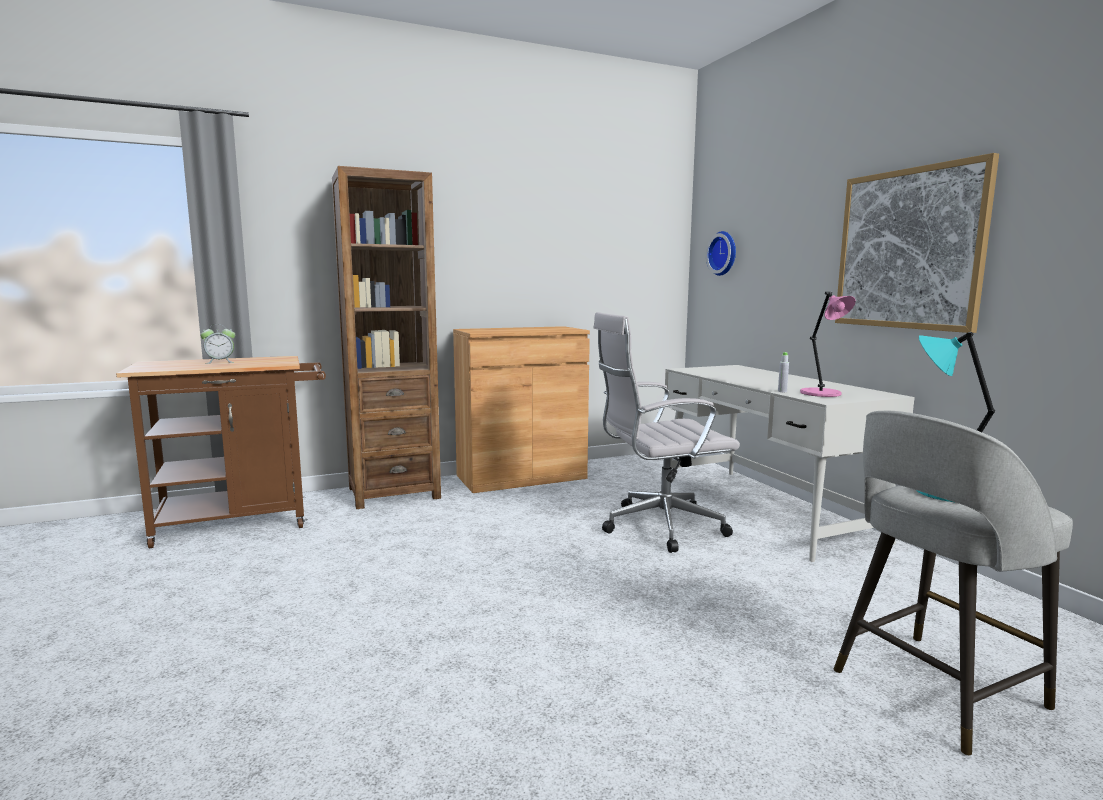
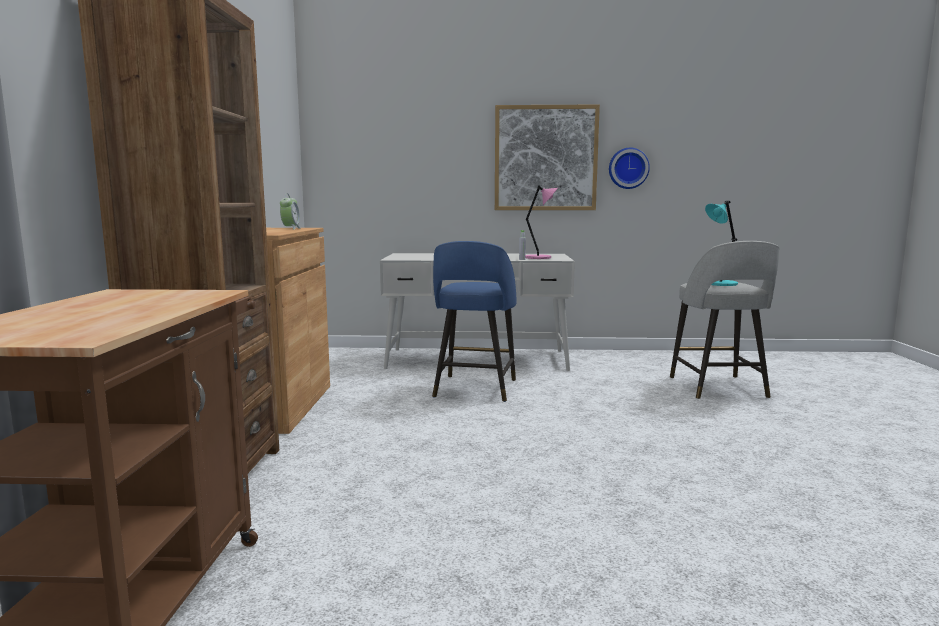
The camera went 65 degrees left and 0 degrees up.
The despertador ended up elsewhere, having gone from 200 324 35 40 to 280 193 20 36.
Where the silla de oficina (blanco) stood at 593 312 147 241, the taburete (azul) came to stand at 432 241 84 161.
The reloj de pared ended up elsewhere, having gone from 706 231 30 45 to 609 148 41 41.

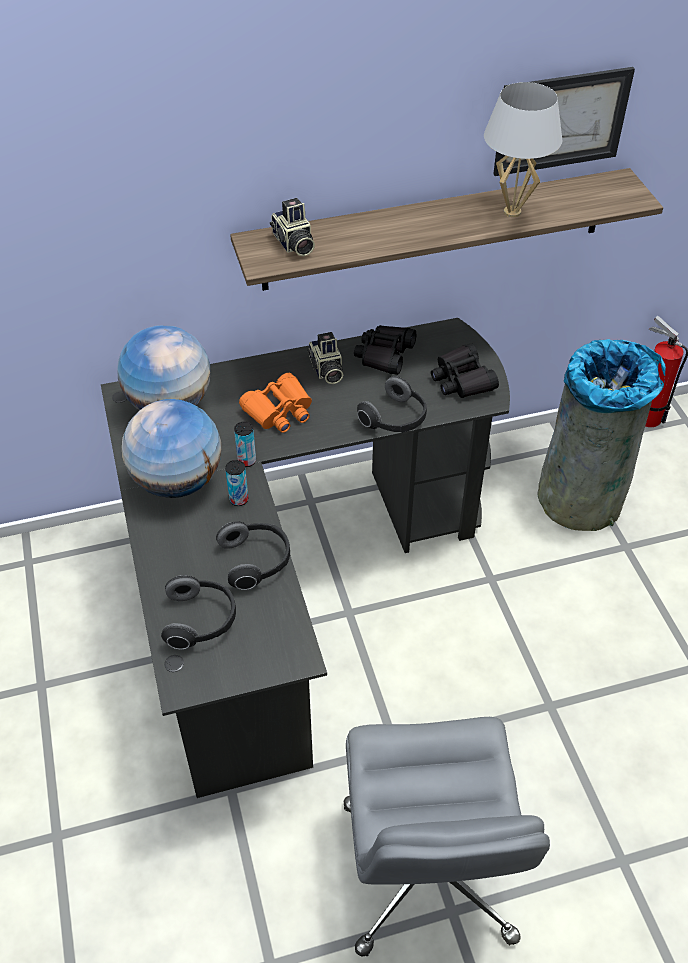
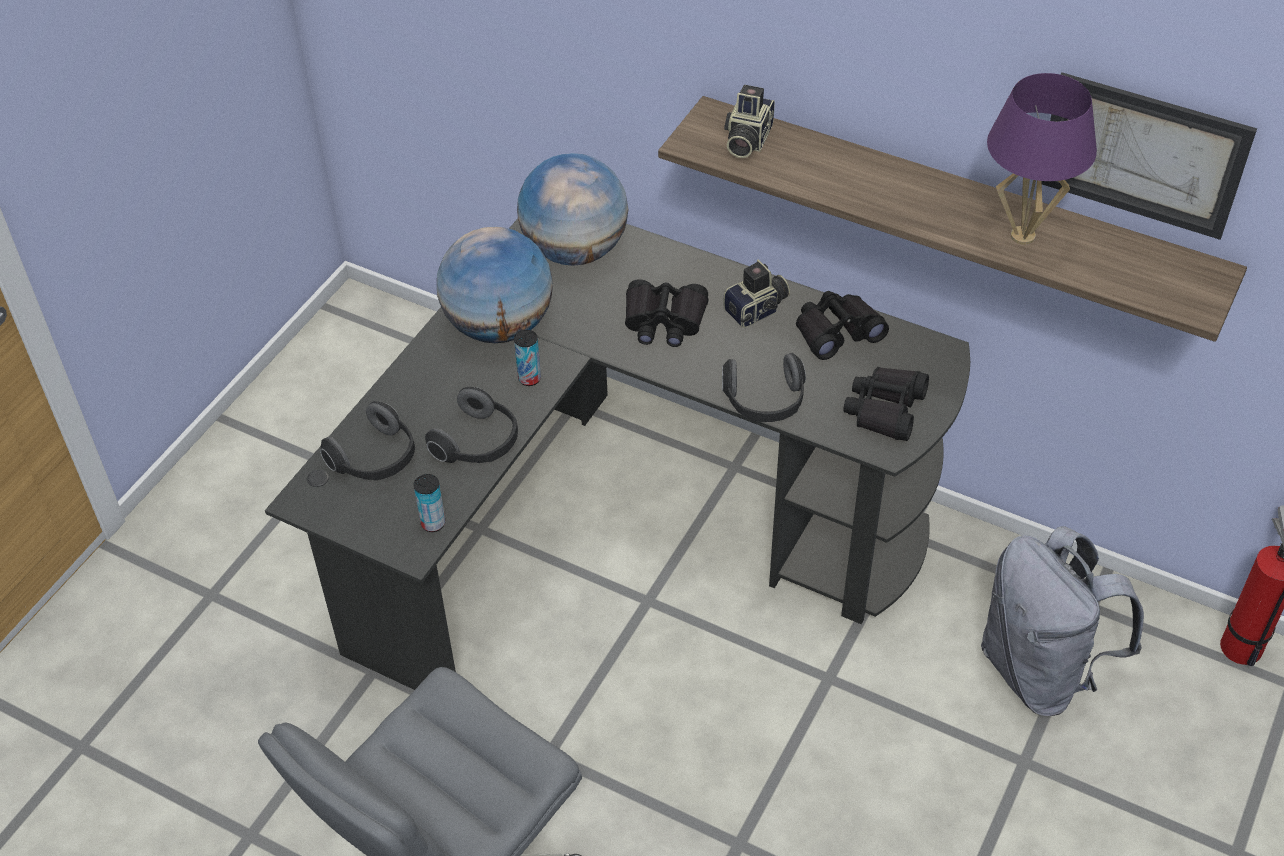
The camera went 45 degrees right and 0 degrees up.
The lata ended up elsewhere, having gone from 234 422 22 45 to 414 474 31 58.
What was the prismáticos (naranja) at 239 373 73 60 turned into the prismáticos (negro) at 625 279 84 68.
The cámara at 307 332 36 52 ended up facing another way, 150 degrees counterclockwise from before.
What was the lámpara de mesa (blanco) at 484 82 78 135 turned into the lámpara de mesa (morado) at 987 73 110 172.
Where the papelera (gris) stood at 537 339 129 192, the mochila (gris) came to stand at 981 526 163 190.

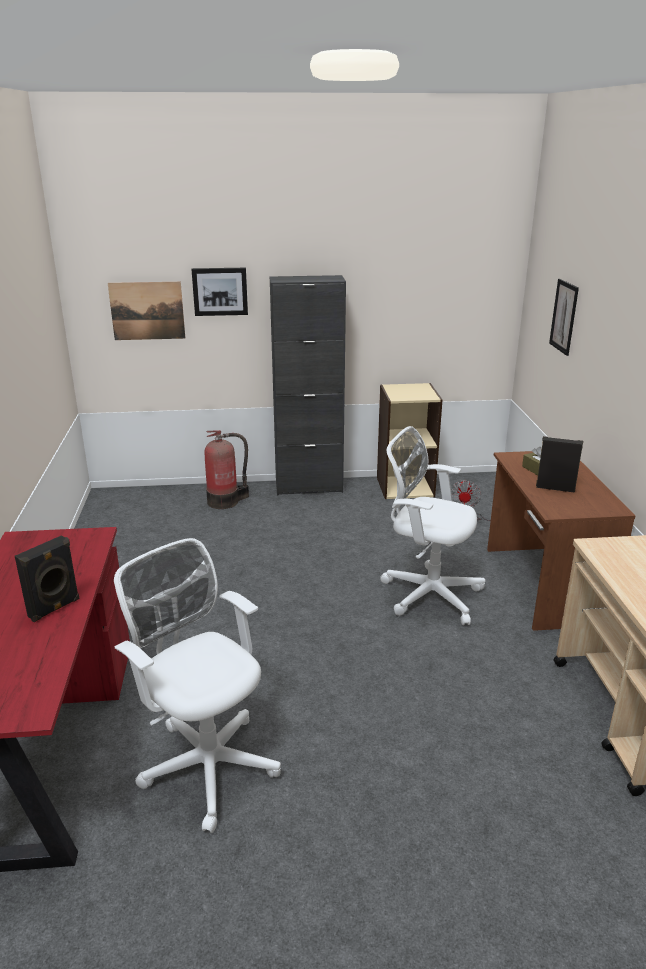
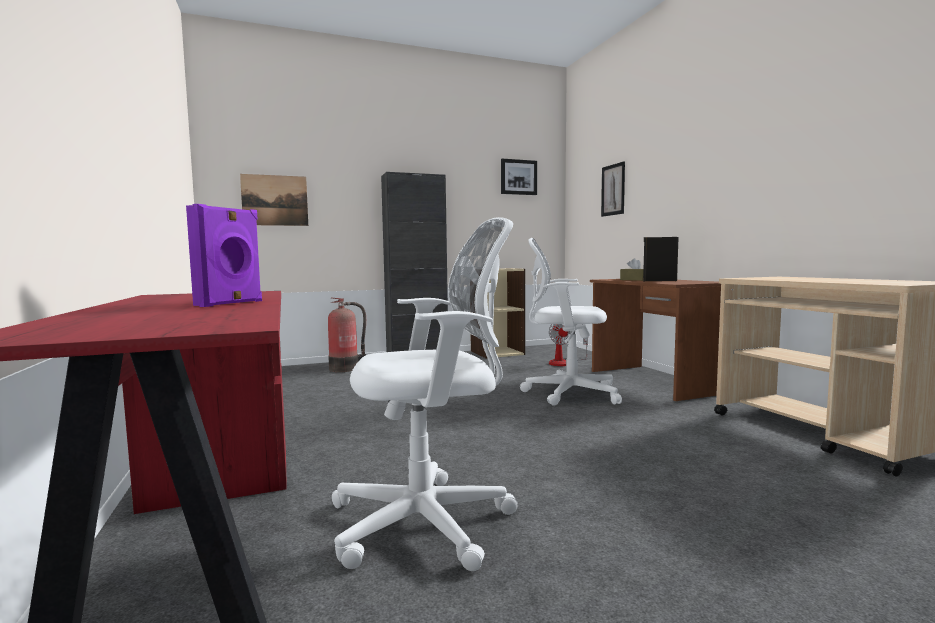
The camera went 15 degrees left and 20 degrees down.
What was the altavoz (negro) at 15 535 65 87 turned into the altavoz (morado) at 186 204 76 103.
The silla de oficina (blanco) at 114 538 167 295 ended up facing another way, 135 degrees clockwise from before.
The cuadro ended up elsewhere, having gone from 191 268 57 48 to 501 159 36 36.

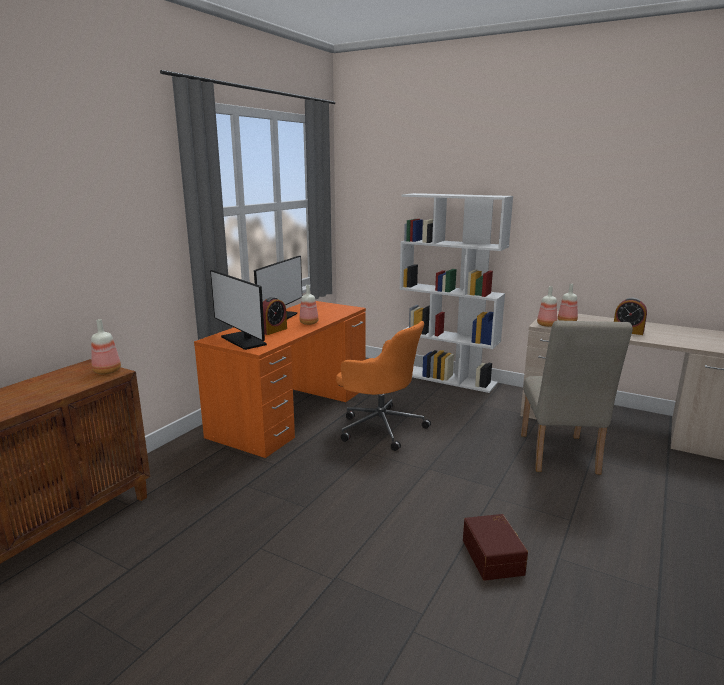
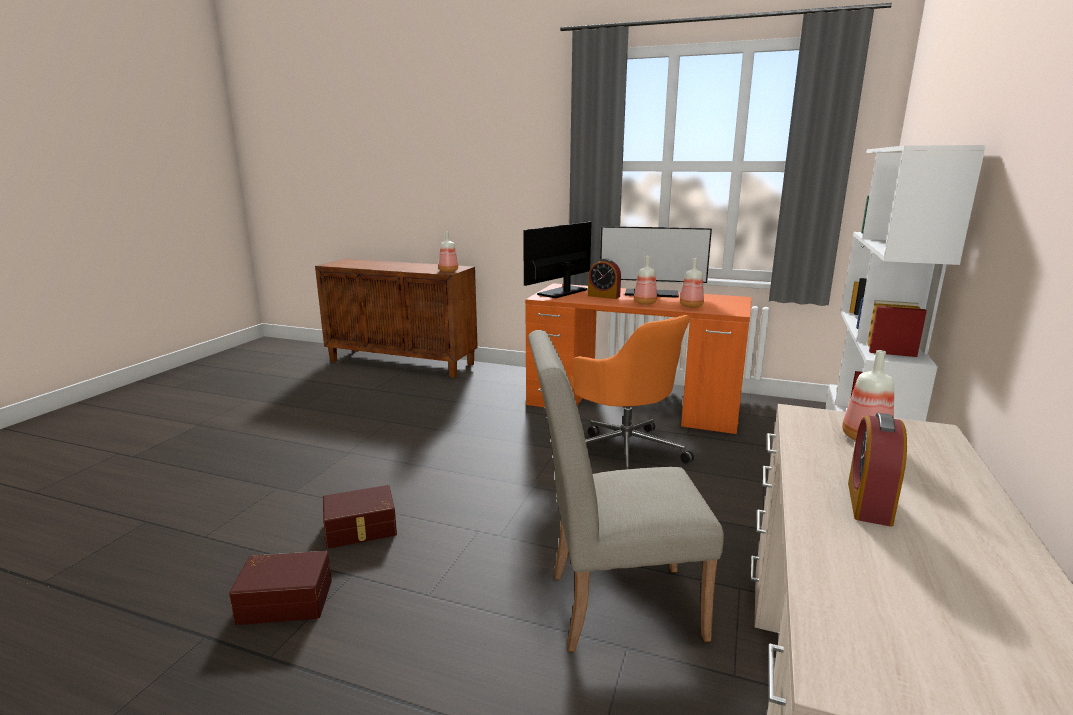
The camera went 80 degrees right and 0 degrees up.
The silla de oficina (naranja) at 336 321 95 130 ended up facing another way, 60 degrees counterclockwise from before.
The botella ended up elsewhere, having gone from 537 286 20 41 to 680 258 24 50.
The second view gained the caja de almacenaje (marrón) at 229 551 103 74.

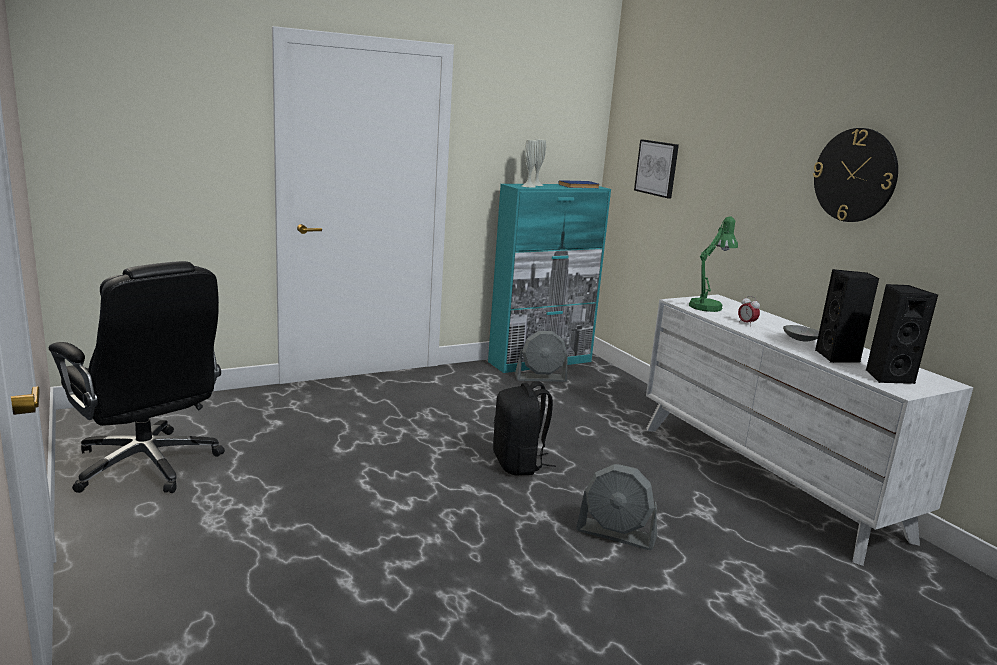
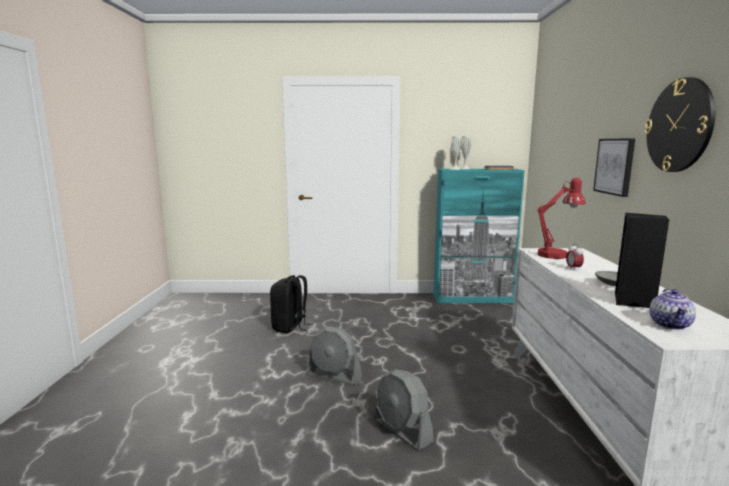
The camera went 30 degrees right and 5 degrees down.
The second view lost the silla de oficina (negro) at 49 261 176 232.
The mochila (negro) ended up elsewhere, having gone from 493 381 63 94 to 270 275 44 58.
The ventilador (gris) ended up elsewhere, having gone from 515 331 53 51 to 308 327 54 58.
The cuadro ended up elsewhere, having gone from 634 139 45 59 to 593 138 42 59.
What was the lámpara de mesa (verde) at 689 217 49 95 turned into the lámpara de mesa (rojo) at 537 178 49 81.
Where the altavoz (negro) stood at 866 284 72 100, the tetera came to stand at 649 289 47 41.

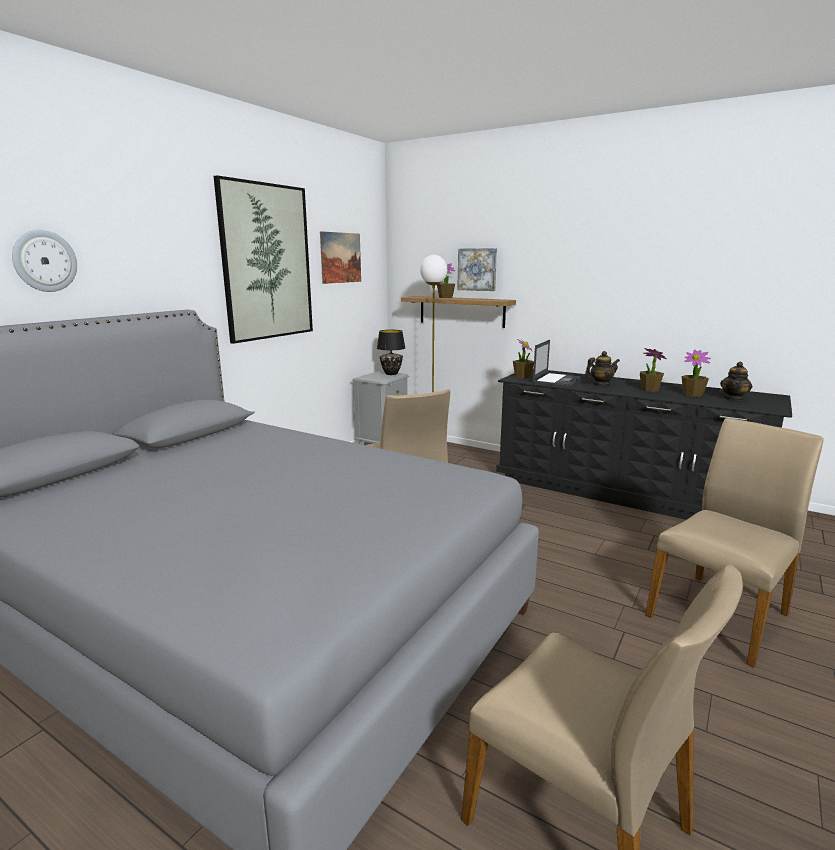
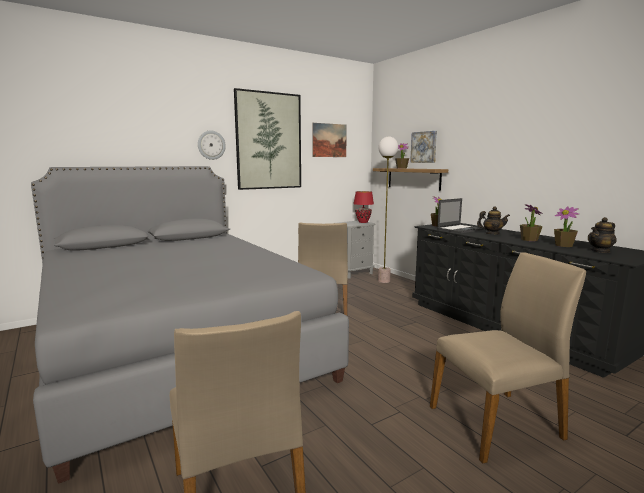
The camera went 25 degrees right and 5 degrees down.
The reloj de pared ended up elsewhere, having gone from 12 230 65 62 to 198 130 28 30.
What was the lámpara de mesa (negro) at 377 330 28 45 turned into the lámpara de mesa (rojo) at 353 191 21 32.

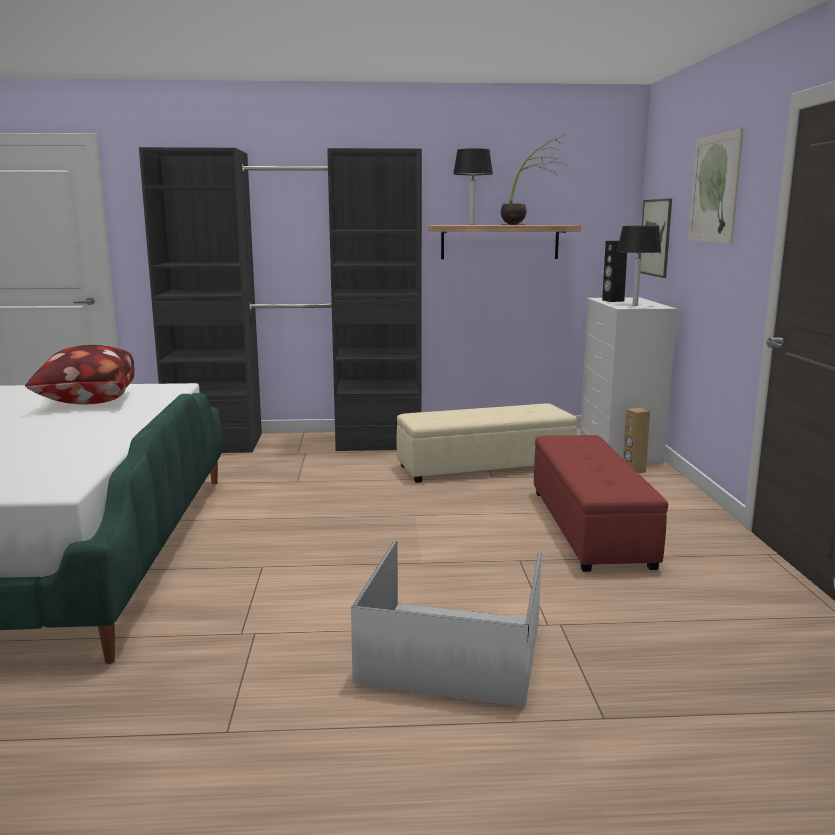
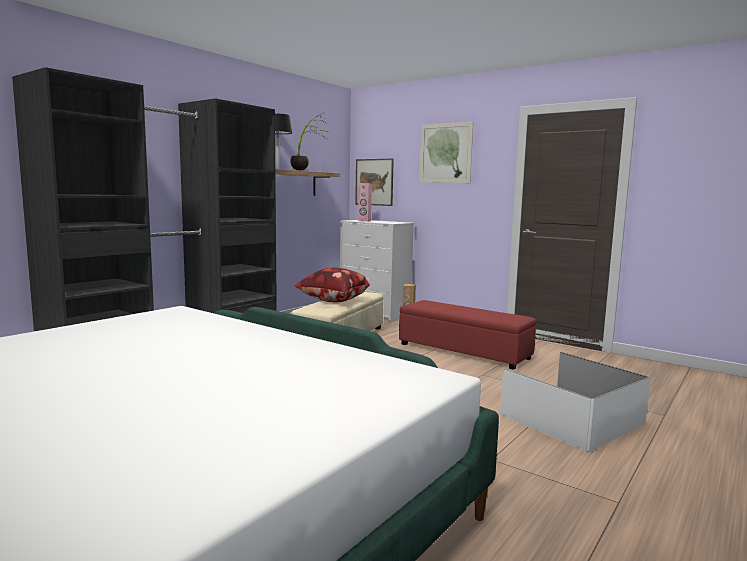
The camera went 50 degrees left and 5 degrees down.
The cojín ended up elsewhere, having gone from 25 345 110 59 to 295 268 75 34.
What was the altavoz (negro) at 602 241 25 61 turned into the altavoz (rosa) at 358 183 14 39.
The second view lost the lámpara de mesa (negro) at 617 226 44 80.

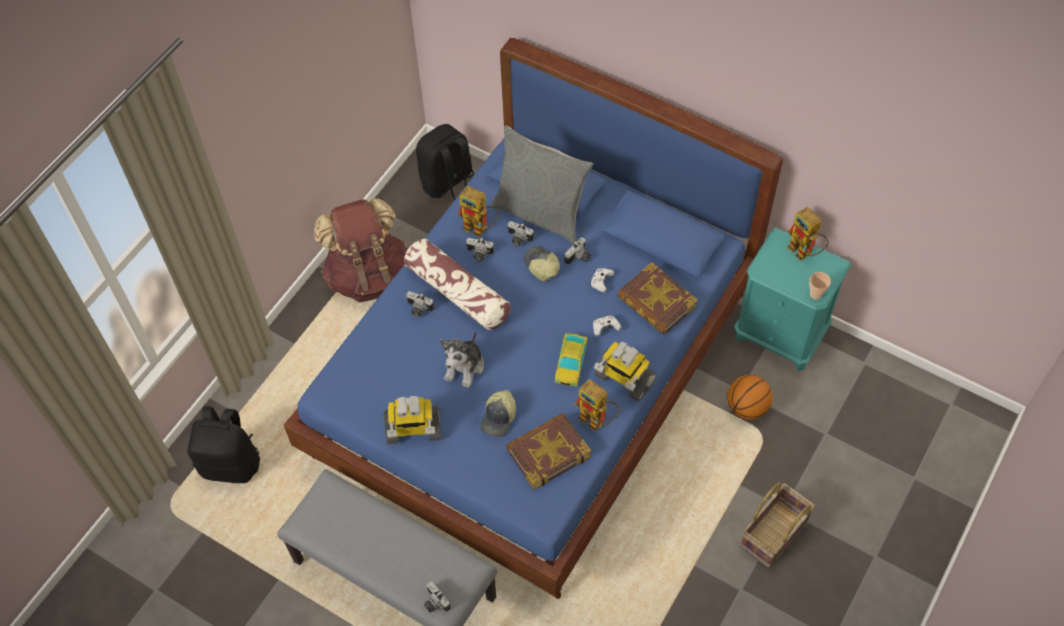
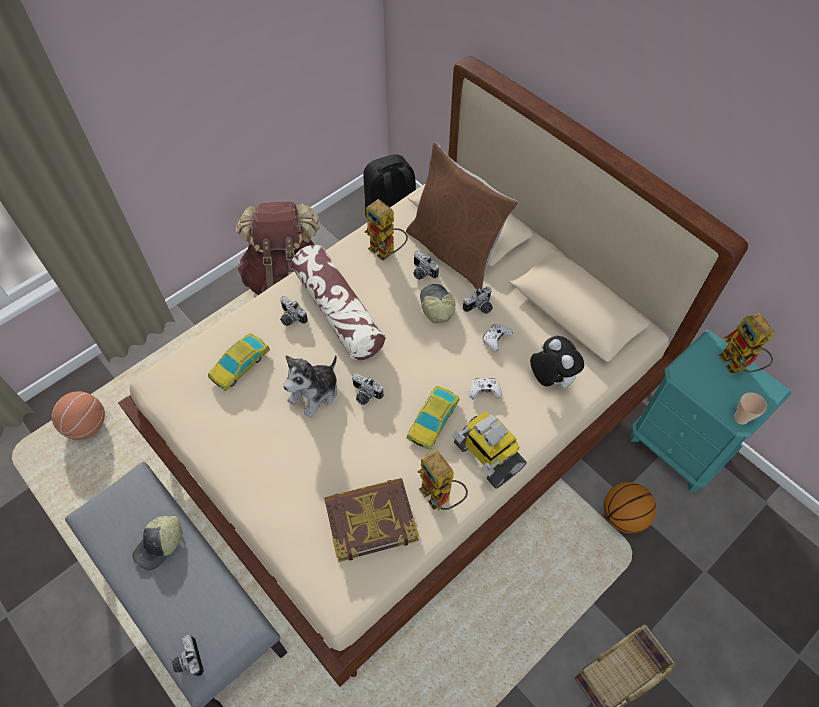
The camera went 15 degrees right and 0 degrees up.
Where the mochila (negro) stood at 187 406 73 77, the balón de baloncesto came to stand at 52 391 53 49.
What was the cama (azul) at 284 38 499 561 turned into the cama (beis) at 118 56 630 631.
The second view lost the robot de juguete at 384 396 57 48.
The cámara ended up elsewhere, having gone from 466 238 28 24 to 352 373 31 32.
The gorra ended up elsewhere, having gone from 480 390 36 47 to 132 516 51 54.
What was the cojín (gris) at 491 125 102 119 turned into the cojín (marrón) at 406 142 112 148.
Where the libro stood at 617 262 81 73, the peluche came to stand at 530 336 54 52.
The second view gained the coche de juguete at 208 333 62 58.

